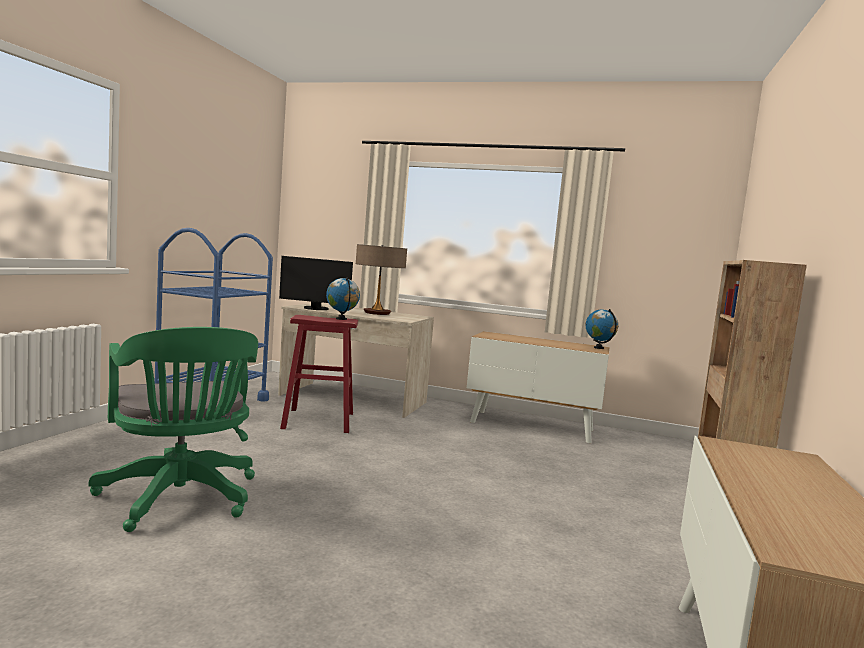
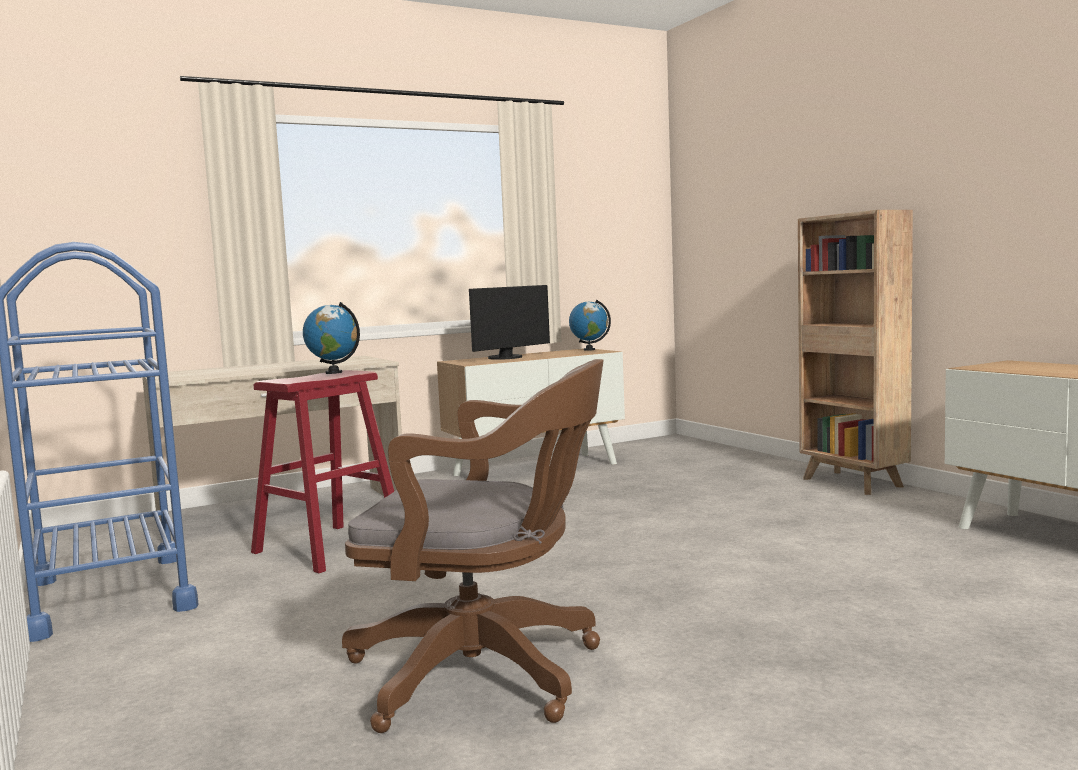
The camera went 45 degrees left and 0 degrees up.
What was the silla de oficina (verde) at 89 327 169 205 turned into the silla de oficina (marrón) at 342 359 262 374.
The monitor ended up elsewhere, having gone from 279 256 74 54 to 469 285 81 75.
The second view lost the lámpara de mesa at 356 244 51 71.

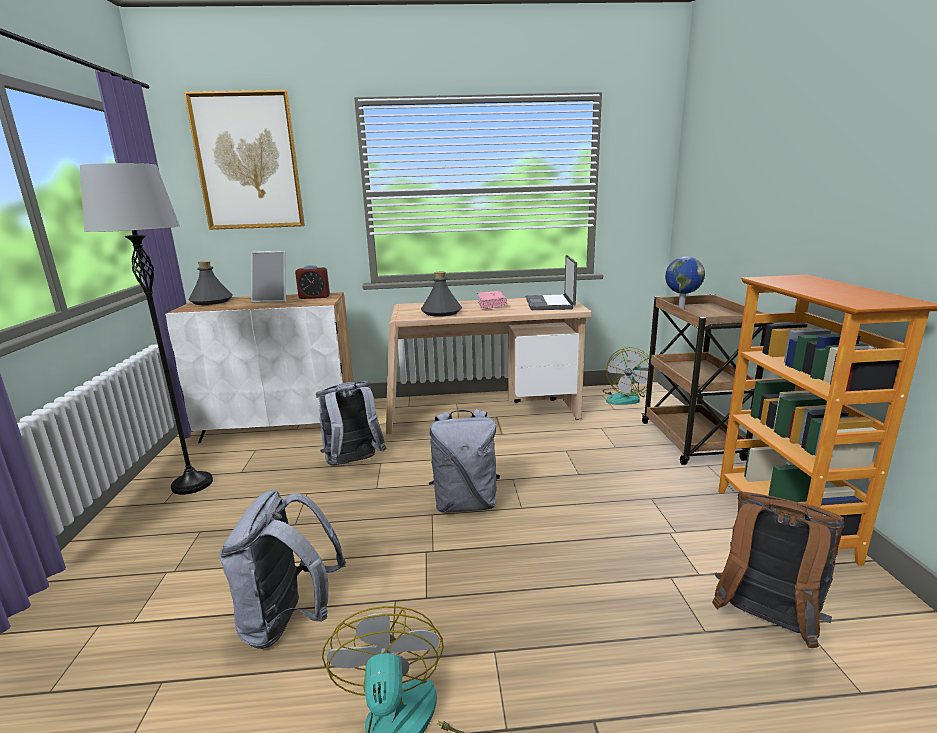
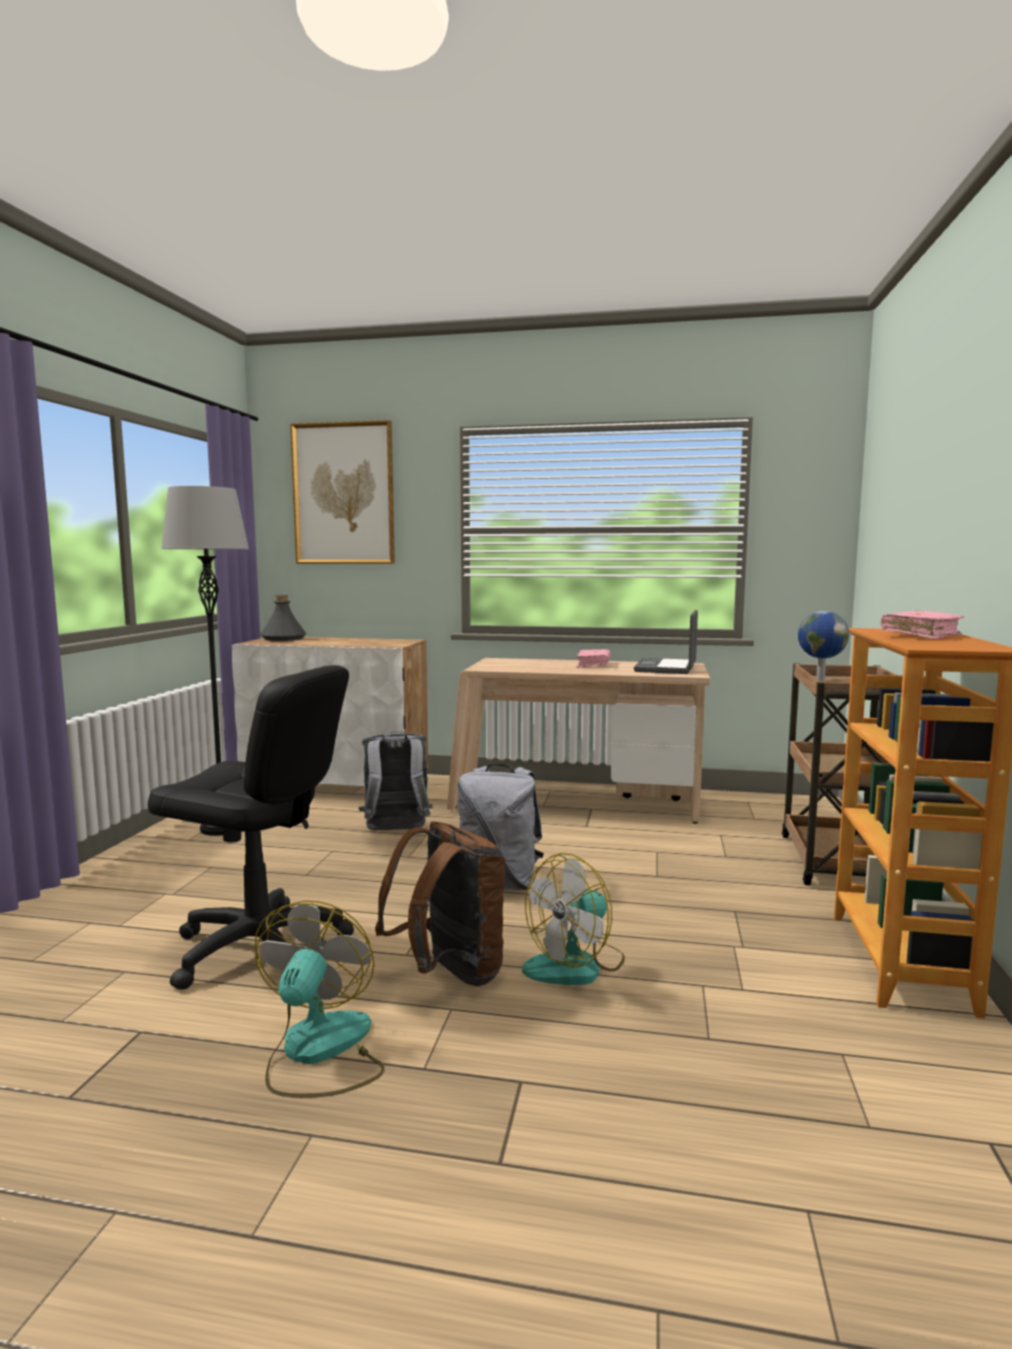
The camera went 15 degrees right and 10 degrees down.
Where the mochila (gris) stood at 220 490 126 159, the silla de oficina (negro) came to stand at 148 665 206 325.
The second view lost the portarretratos at 251 251 36 52.
The second view lost the despertador at 295 265 35 34.
The second view lost the botella (gris) at 421 272 41 45.
The ventilador ended up elsewhere, having gone from 603 347 52 58 to 522 853 103 132.
The mochila (marrón) ended up elsewhere, having gone from 712 491 133 157 to 375 821 131 165.
The second view gained the libro (rosa) at 880 611 84 28.

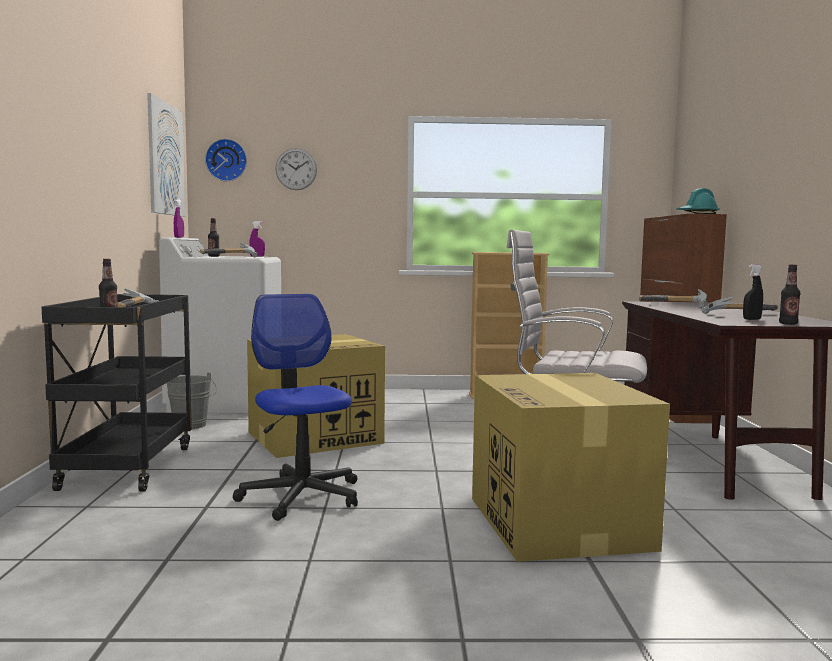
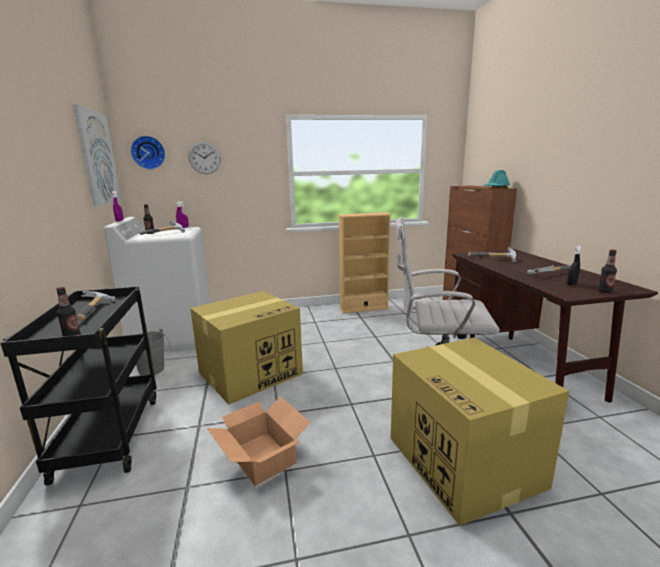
The camera went 10 degrees left and 10 degrees up.
Where the silla de oficina stood at 233 294 125 227, the caja de cartón came to stand at 207 396 103 90.

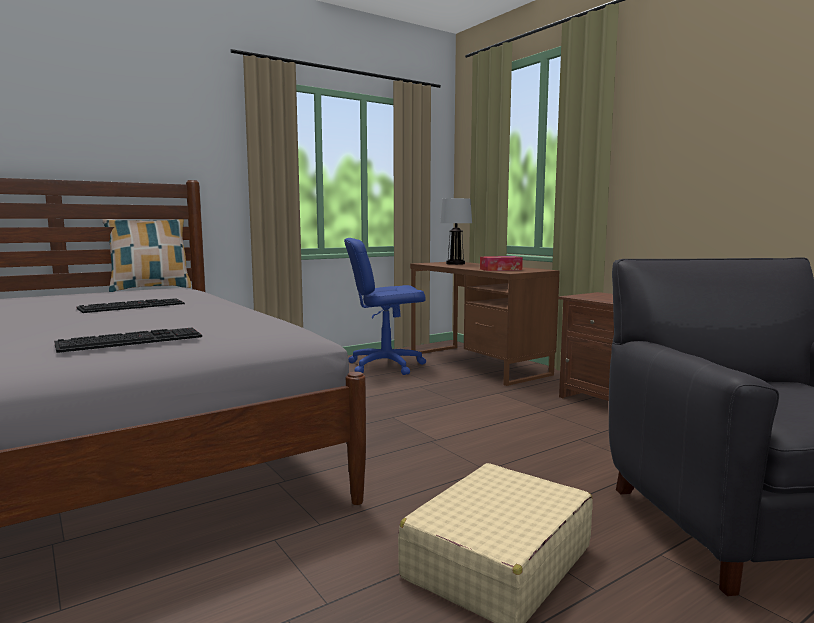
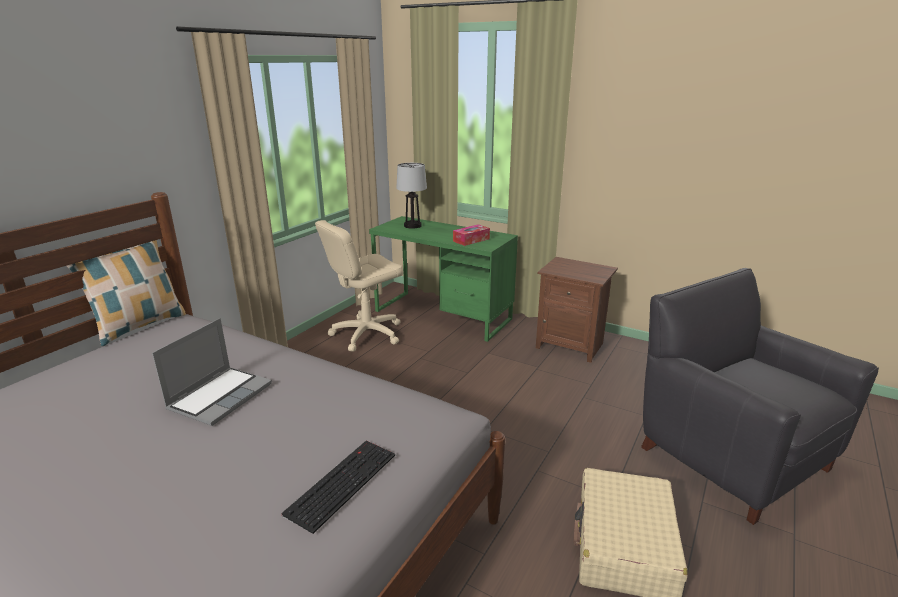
The camera went 25 degrees left and 15 degrees up.
Where the teclado stood at 76 298 109 15, the portátil came to stand at 152 318 120 108.
What was the silla de oficina (azul) at 344 238 82 137 turned into the silla de oficina (beis) at 315 220 88 132.
What was the escritorio (marrón) at 410 262 149 124 turned into the escritorio (verde) at 369 216 149 126.

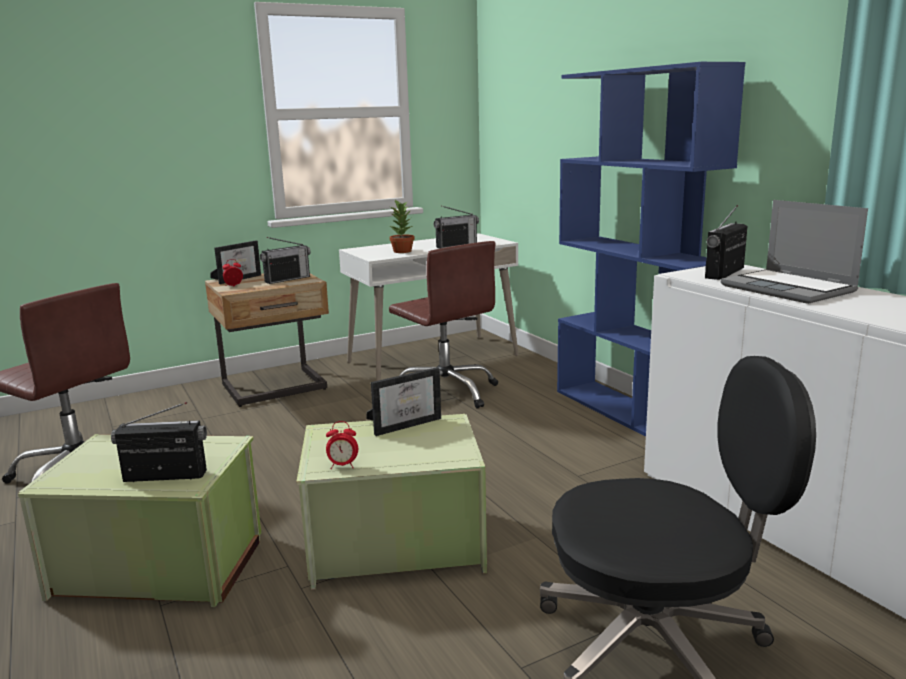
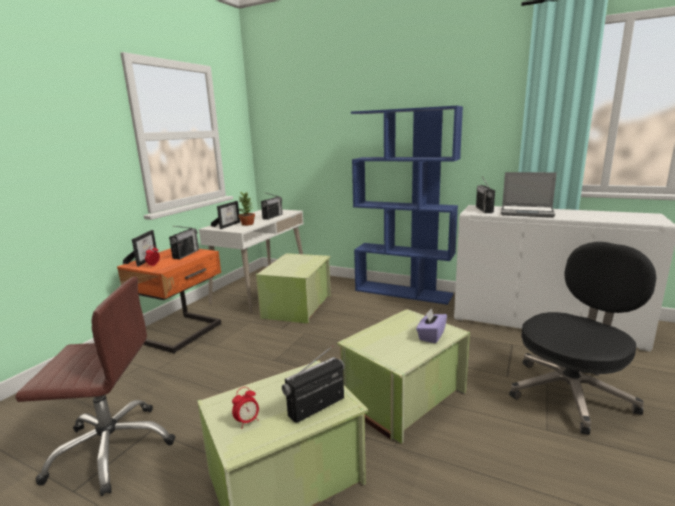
The camera went 35 degrees left and 0 degrees up.
What was the mesita de noche (beis) at 205 273 124 134 turned into the mesita de noche (naranja) at 117 248 104 106.
The despertador ended up elsewhere, having gone from 326 421 32 48 to 232 387 27 40.
The portarretratos ended up elsewhere, having gone from 367 367 74 69 to 211 201 29 28.
Where the silla de oficina (marrón) stood at 389 241 109 168, the caja de almacenaje (verde) came to stand at 256 253 75 71.
The second view gained the caja de pañuelos (morado) at 416 308 31 35.

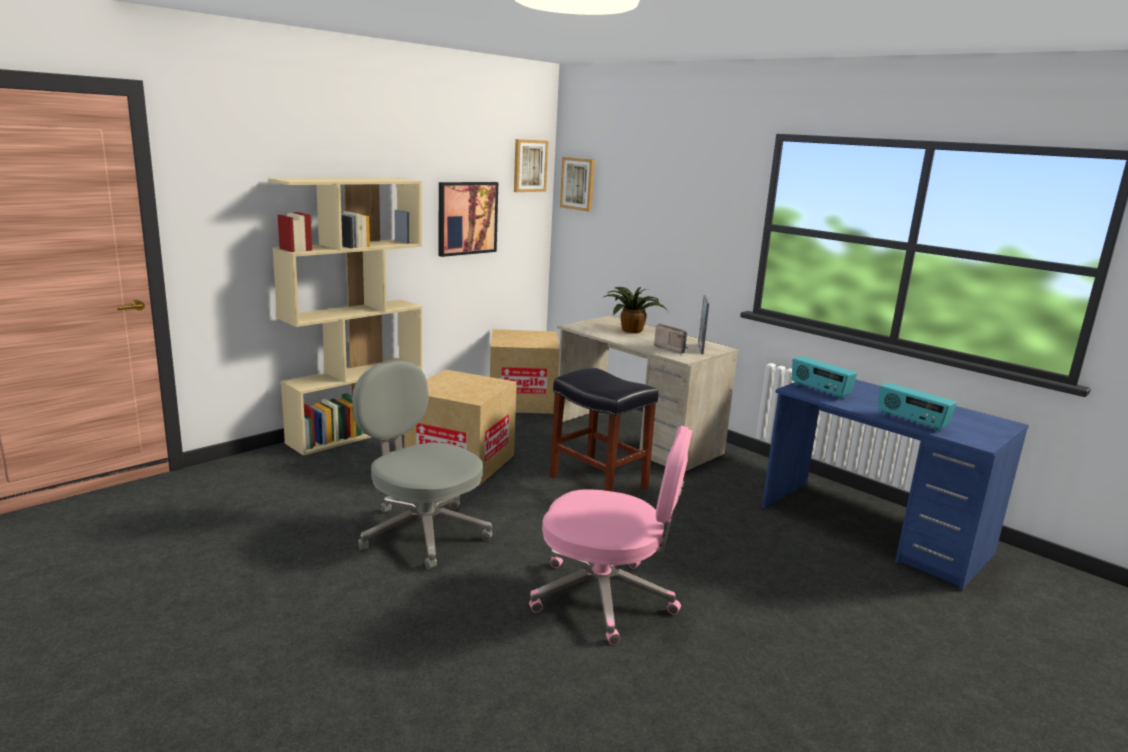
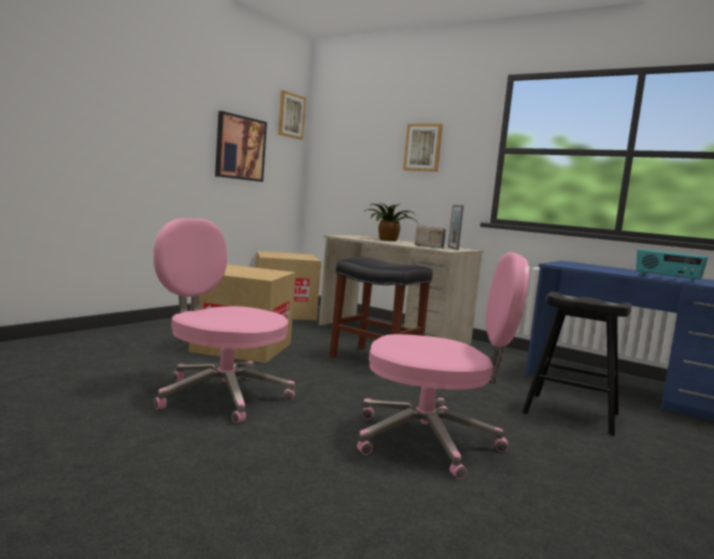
The camera went 10 degrees left and 10 degrees down.
The second view lost the estantería (beis) at 268 178 154 278.
What was the silla de oficina (gris) at 352 360 140 209 turned into the silla de oficina (rosa) at 154 218 141 205.
The cuadro ended up elsewhere, having gone from 560 157 35 55 to 403 124 40 48.
The second view lost the radio at 792 356 65 44.
The second view gained the taburete (negro) at 523 292 109 144.

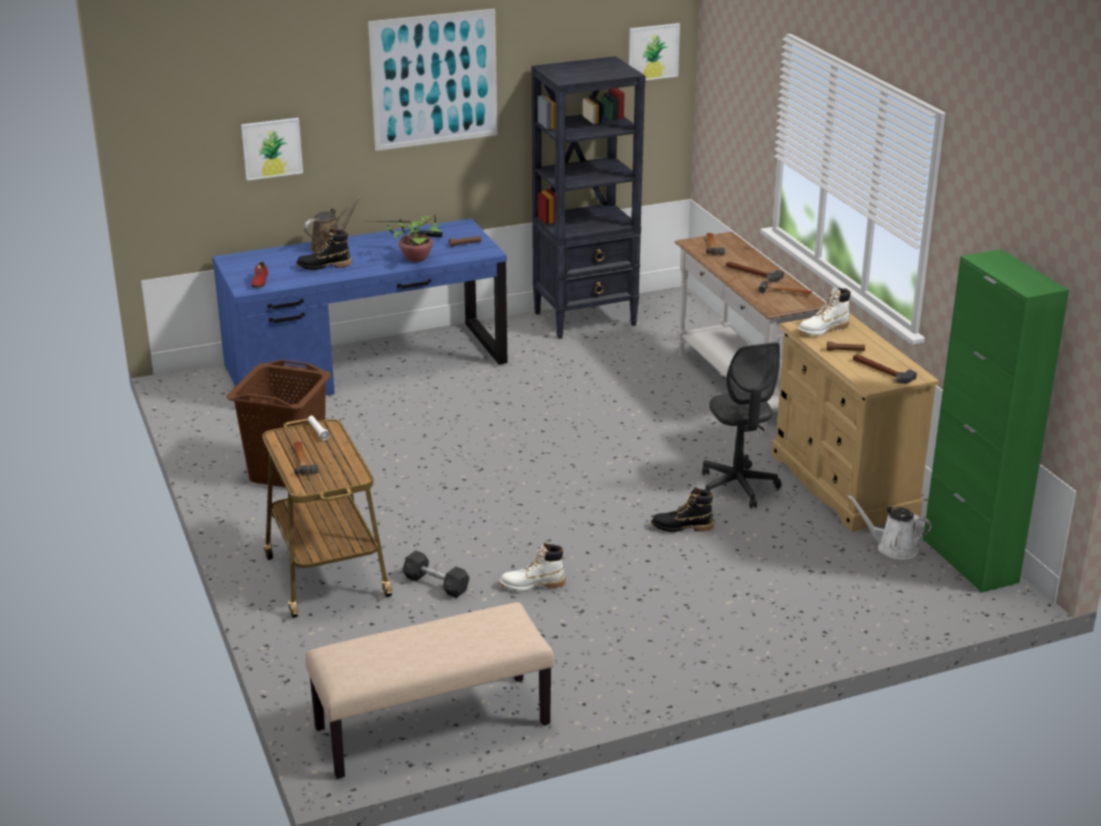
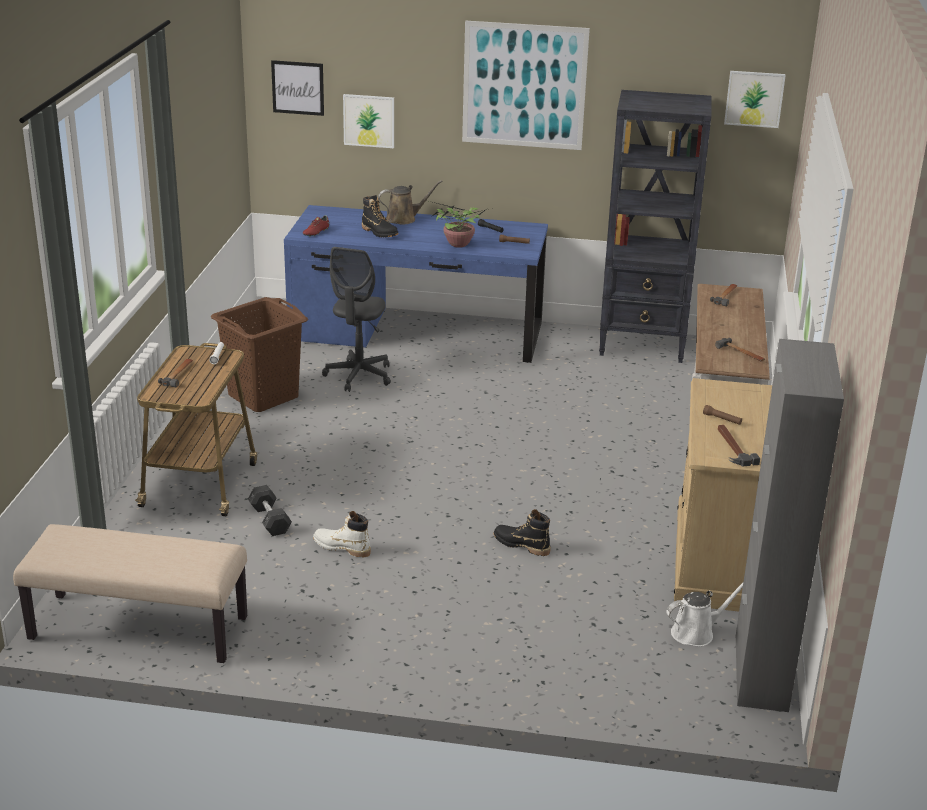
The camera went 30 degrees right and 0 degrees up.
The bota (negro) at 296 227 55 43 ended up facing another way, 150 degrees counterclockwise from before.
The silla de oficina (gris) ended up elsewhere, having gone from 702 342 80 167 to 322 247 69 145.
The second view lost the martillo at 726 261 58 21.
The second view lost the bota (blanco) at 798 286 53 50.
The regadera (blanco) at 847 494 85 66 ended up facing another way, 105 degrees clockwise from before.
What was the armario (verde) at 923 249 146 344 turned into the armario (gris) at 735 339 109 373.
The second view gained the cuadro at 271 60 53 56.

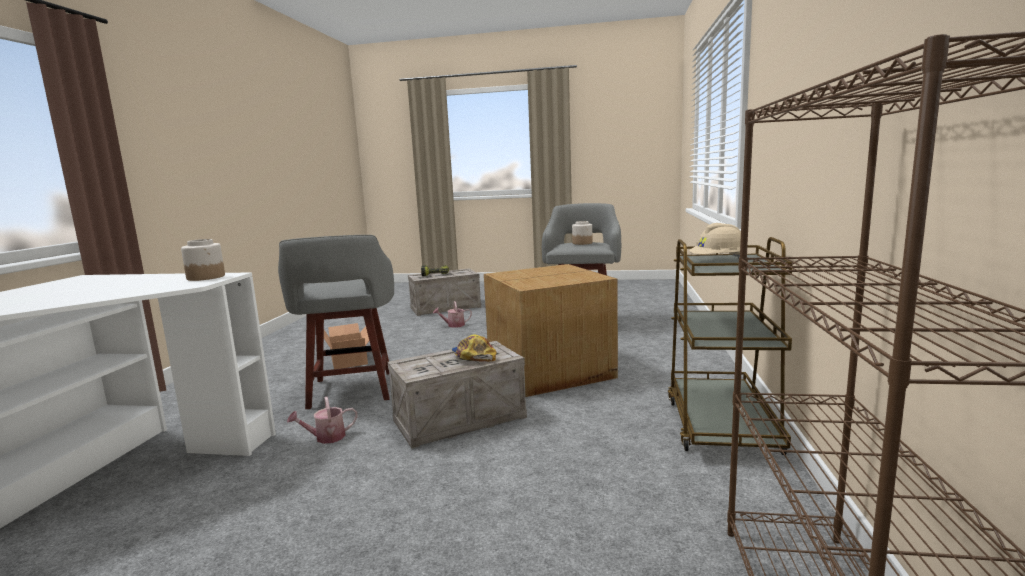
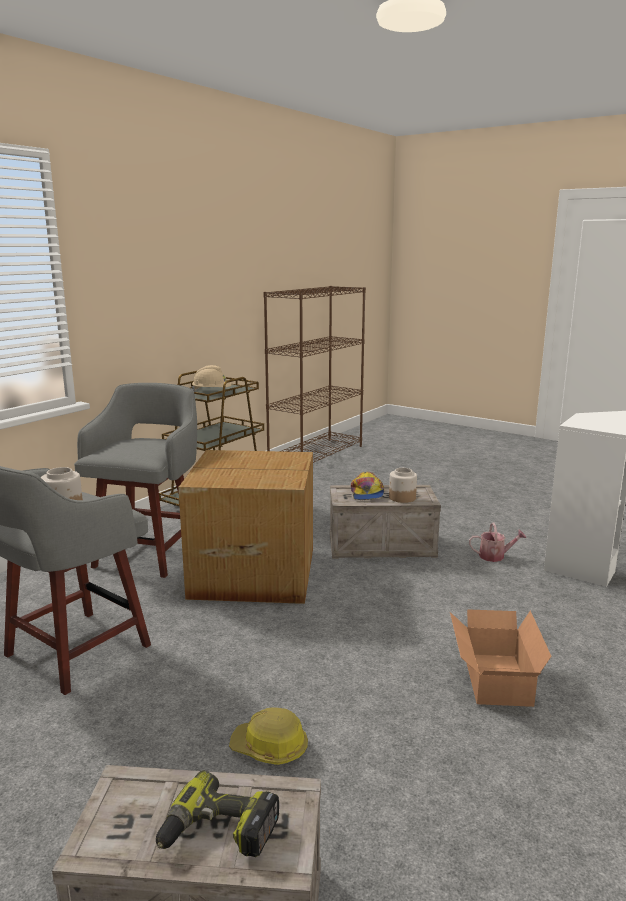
The camera went 155 degrees left and 5 degrees up.
The tarro ended up elsewhere, having gone from 181 239 44 42 to 389 468 28 35.
The taburete (gris) ended up elsewhere, having gone from 278 235 116 174 to 74 383 123 195.
Where the regadera stood at 433 301 39 27, the casco came to stand at 229 707 79 58.

